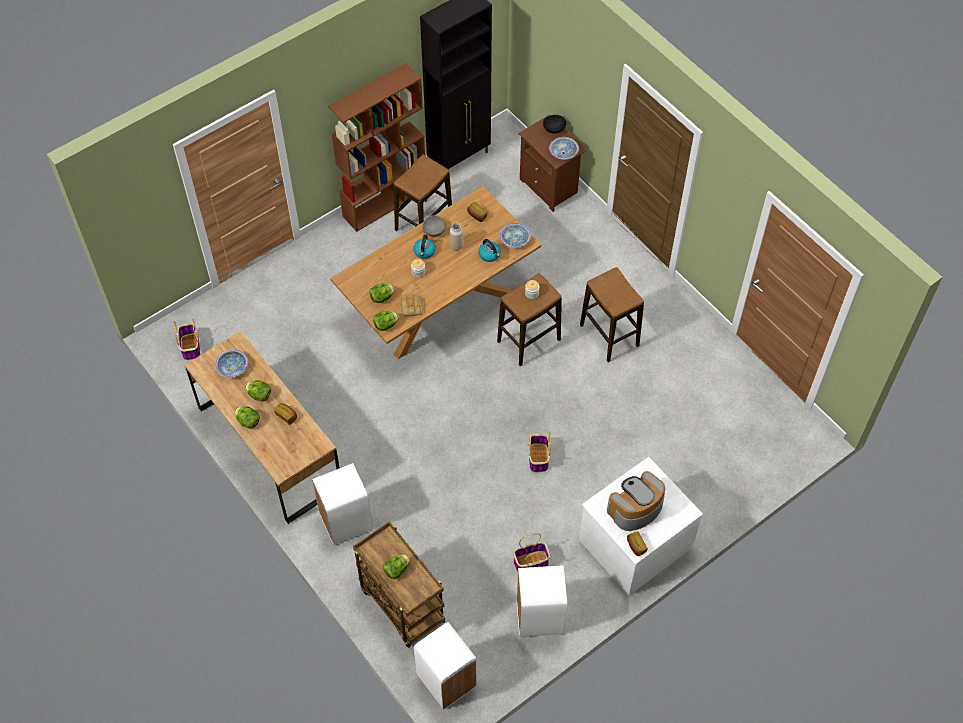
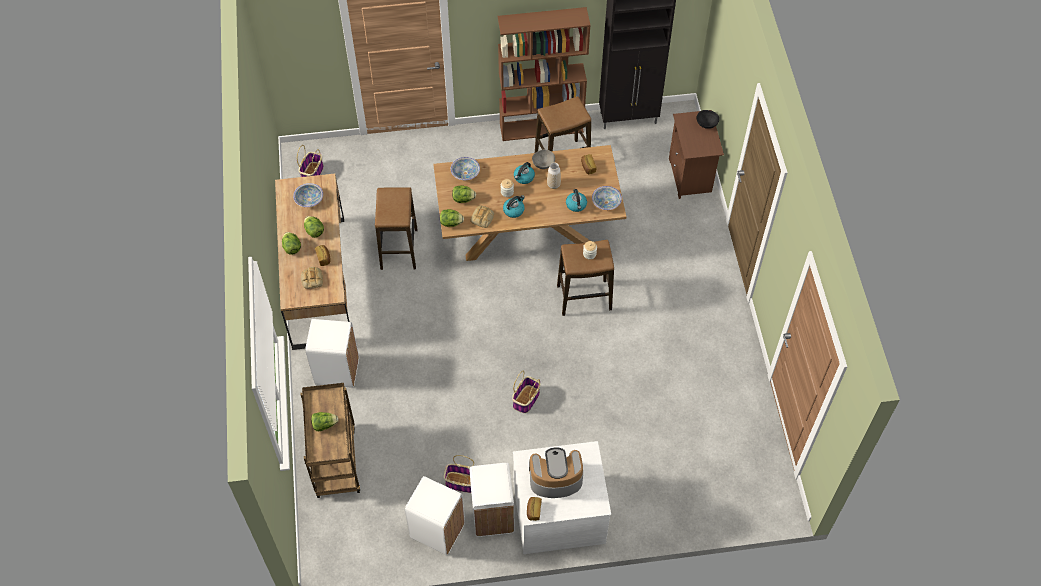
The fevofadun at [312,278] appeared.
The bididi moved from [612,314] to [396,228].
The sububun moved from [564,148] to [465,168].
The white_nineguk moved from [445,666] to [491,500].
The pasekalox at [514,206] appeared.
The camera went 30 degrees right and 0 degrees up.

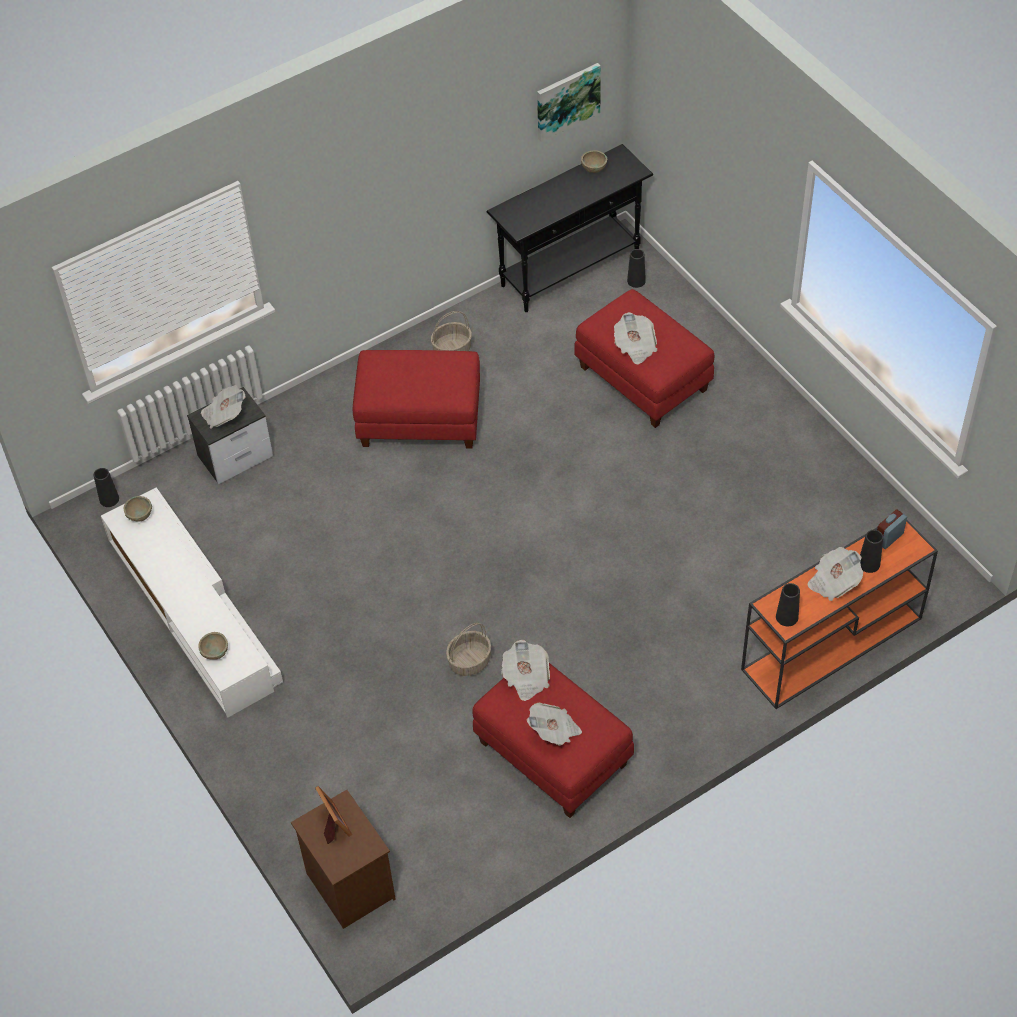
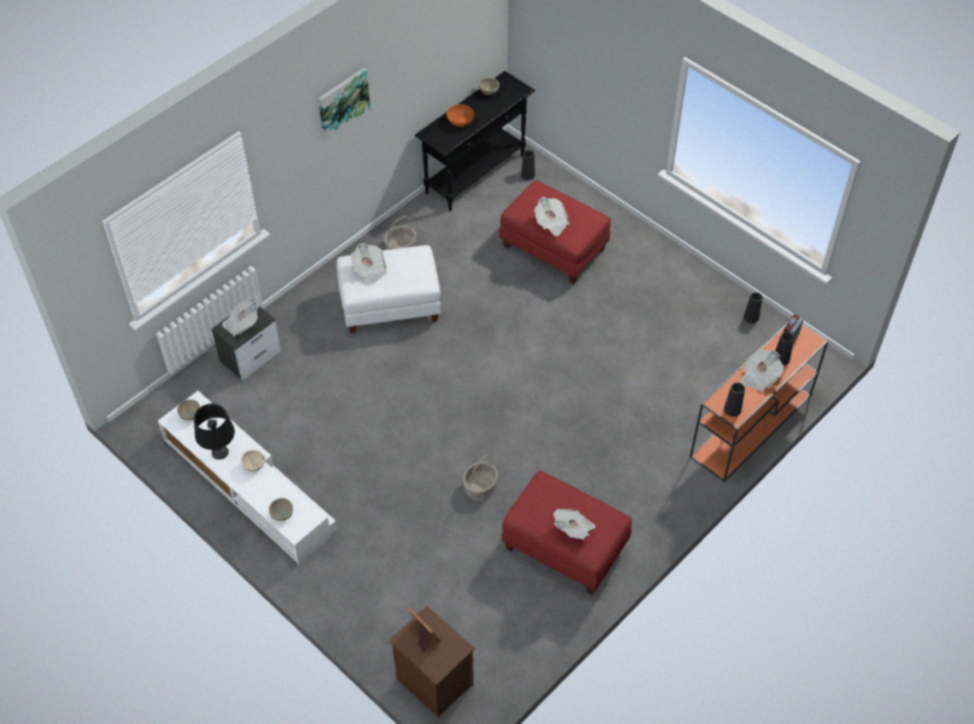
The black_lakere at [214,431] appeared.
The beige_sububun at [253,461] appeared.
The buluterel moved from [569,102] to [344,103].
The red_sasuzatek at [416,399] became the white_sasuzatek at [388,289].
The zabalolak moved from [525,670] to [369,264].
The orange_sububun at [460,115] appeared.
The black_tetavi moved from [106,487] to [753,307].
The camera went 15 degrees left and 0 degrees up.

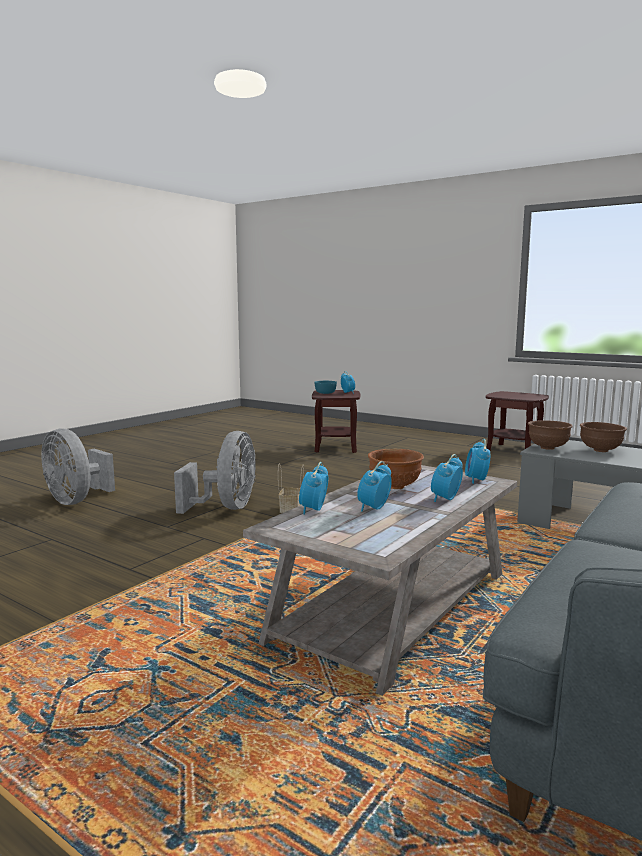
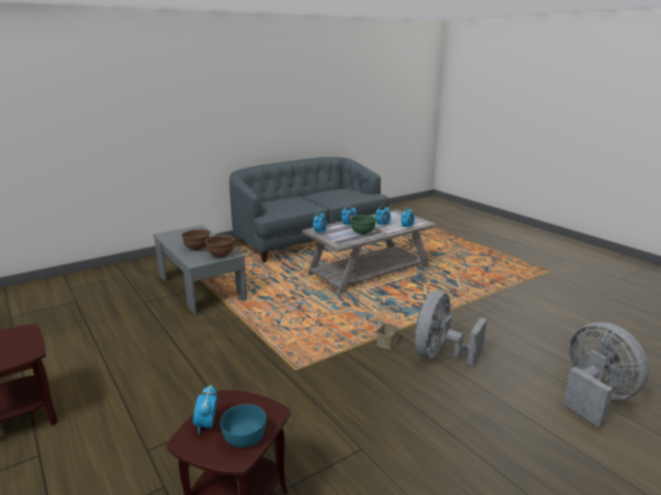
The brown_sububun at [396,469] became the green_sububun at [363,225].
The camera went 160 degrees left and 10 degrees up.

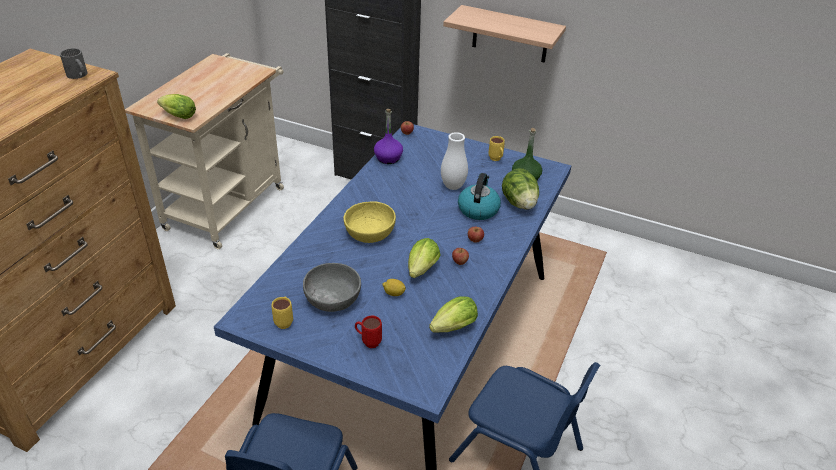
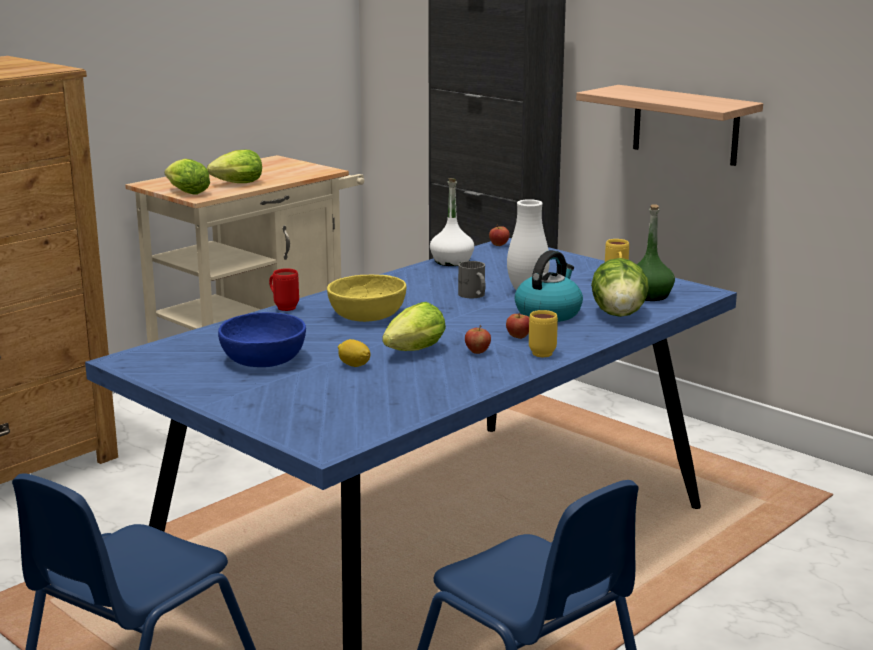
The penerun moved from [453,314] to [234,166].
The grey_sububun at [332,287] became the blue_sububun at [262,339].
The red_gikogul moved from [368,332] to [284,289].
The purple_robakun at [388,136] became the white_robakun at [452,222].
The grey_gikogul moved from [74,63] to [472,279].
The yellow_gikogul moved from [282,313] to [543,334].
The camera went 20 degrees right and 20 degrees down.

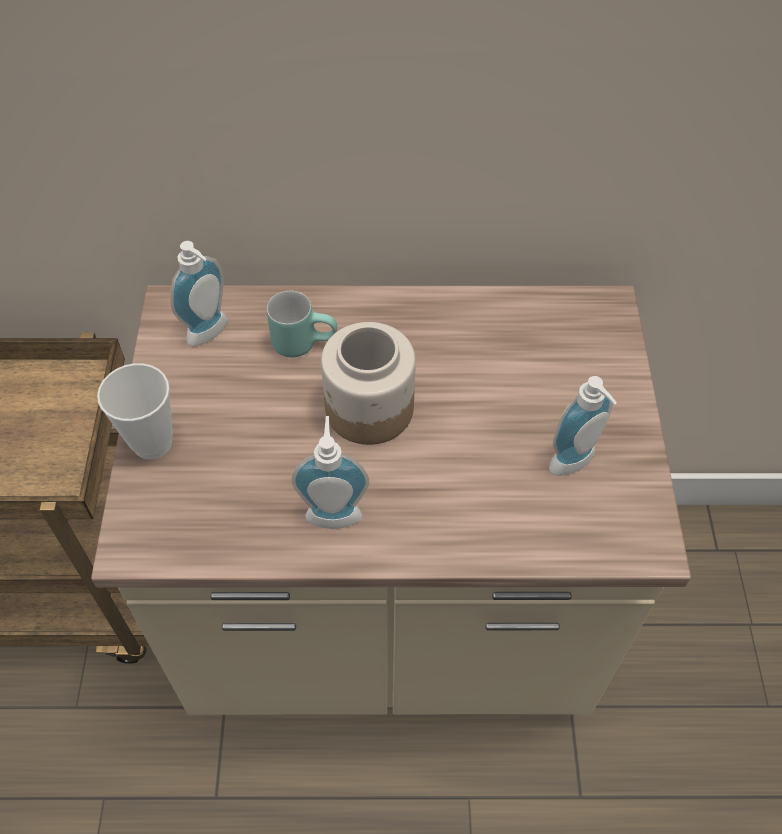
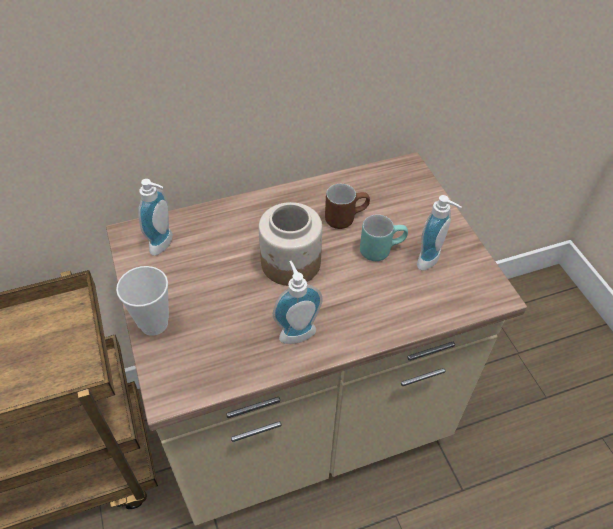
The brown_gikogul at [347,206] appeared.
The turquoise_gikogul moved from [302,324] to [384,237].
The camera went 20 degrees left and 5 degrees down.

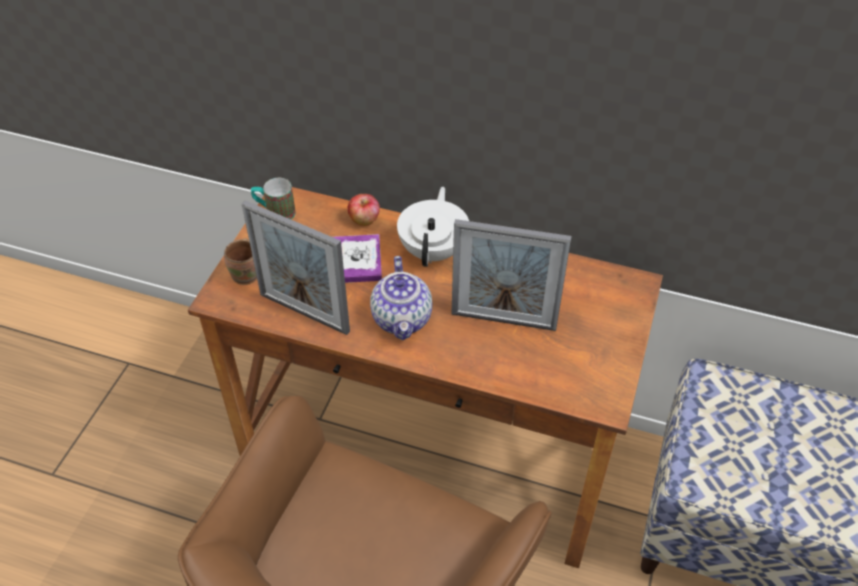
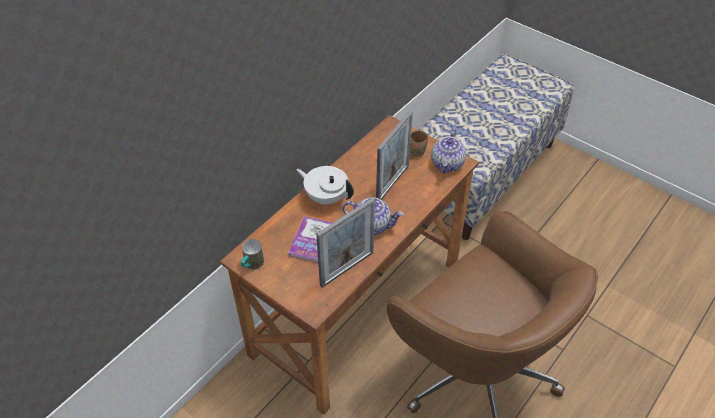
The brown_gikogul moved from [240,261] to [419,143].
The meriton at [448,151] appeared.
The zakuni at [364,210] disappeared.
The camera went 70 degrees left and 0 degrees up.

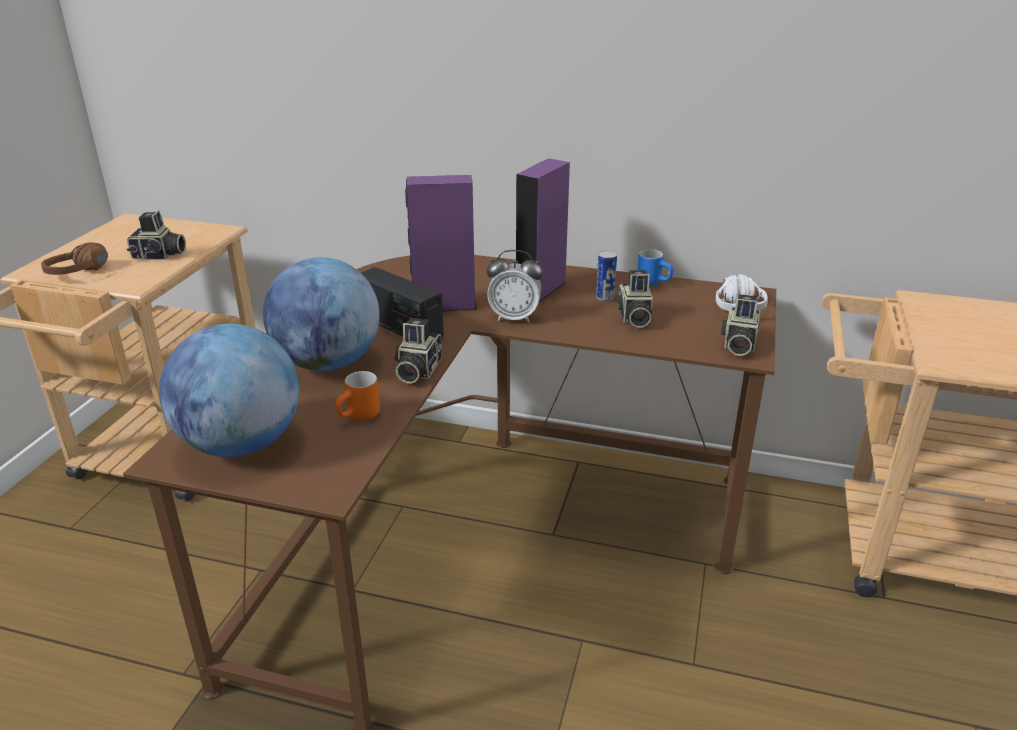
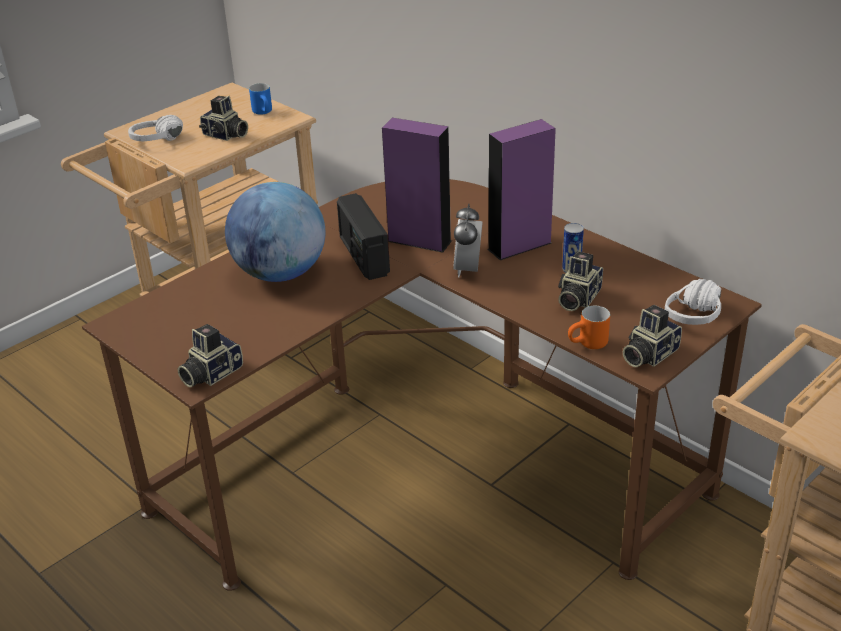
The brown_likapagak at [74,258] became the white_likapagak at [155,128].
The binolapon moved from [418,351] to [210,355].
The blue_gikogul moved from [655,267] to [260,99].
The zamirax at [515,286] turned 60 degrees clockwise.
The orange_gikogul moved from [357,395] to [589,327].
The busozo at [229,390] disappeared.
The camera went 30 degrees right and 5 degrees up.

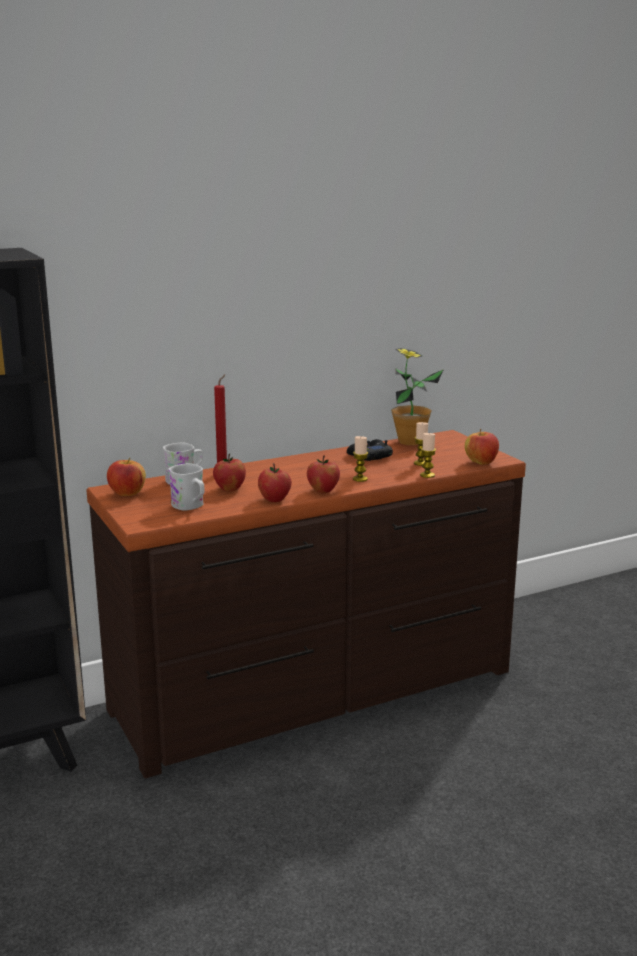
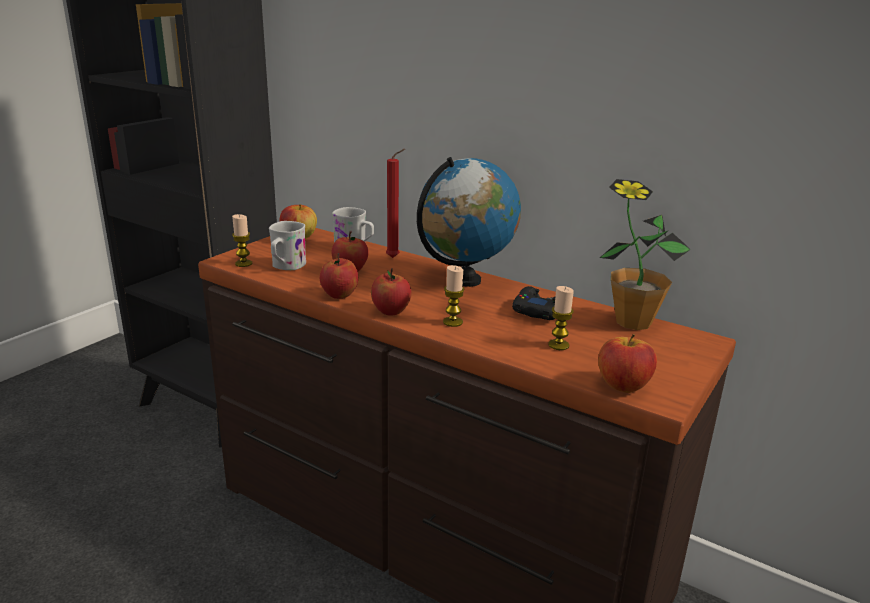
The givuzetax moved from [428,455] to [242,240].
The busozo at [469,222] appeared.
The camera went 60 degrees right and 5 degrees up.

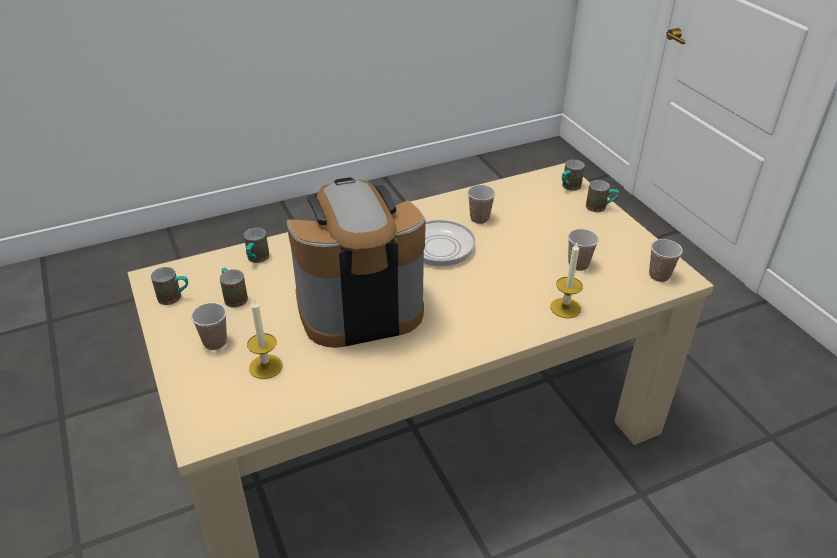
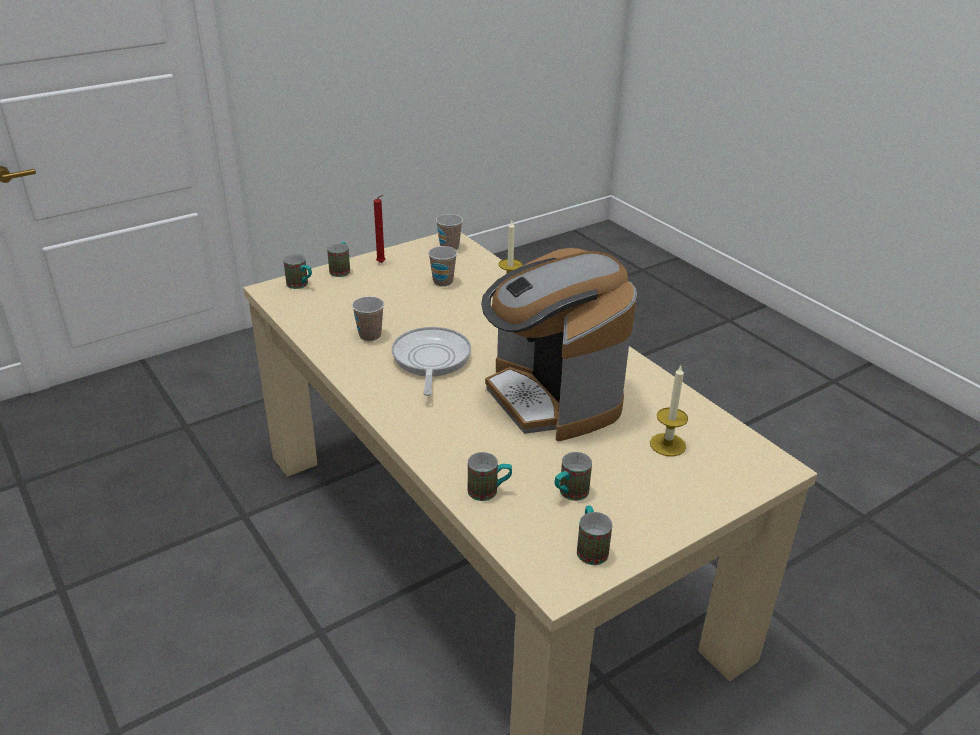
The red_givuzetax at [379,229] appeared.
The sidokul at [209,326] disappeared.
The camera went 100 degrees left and 5 degrees down.

